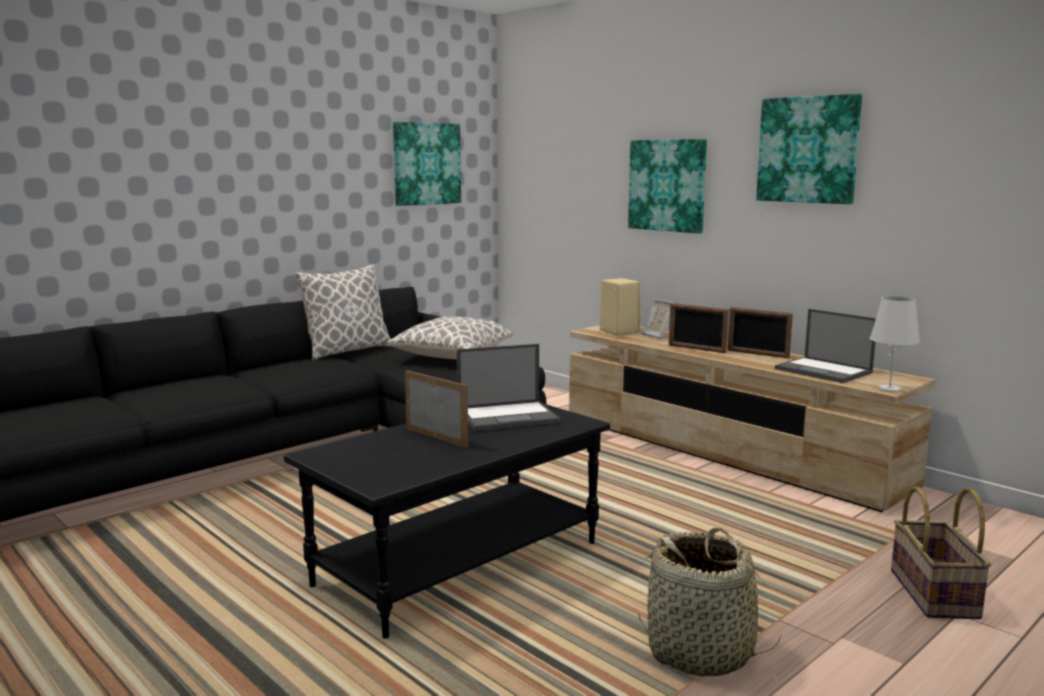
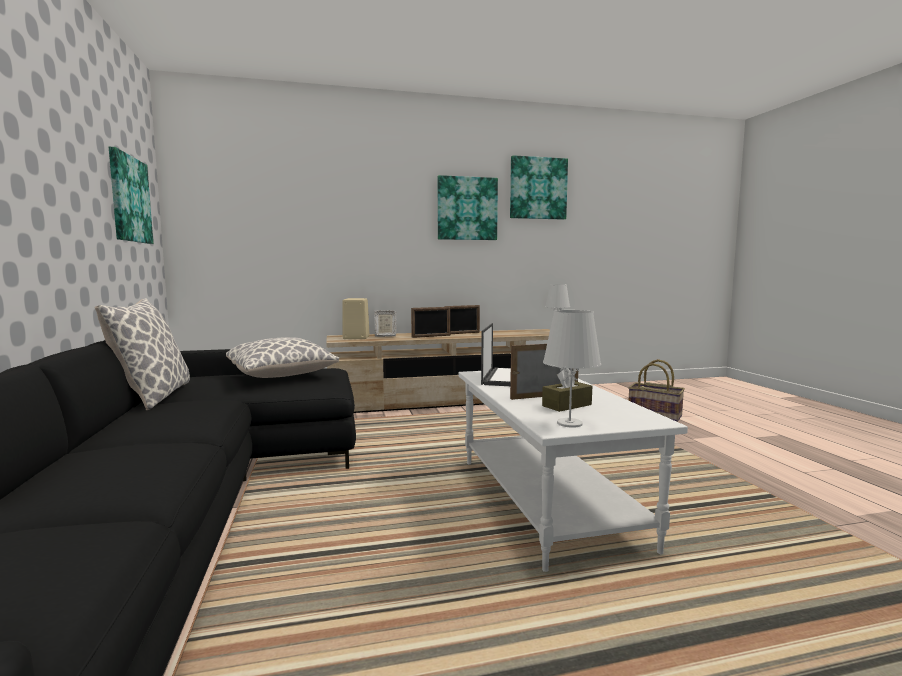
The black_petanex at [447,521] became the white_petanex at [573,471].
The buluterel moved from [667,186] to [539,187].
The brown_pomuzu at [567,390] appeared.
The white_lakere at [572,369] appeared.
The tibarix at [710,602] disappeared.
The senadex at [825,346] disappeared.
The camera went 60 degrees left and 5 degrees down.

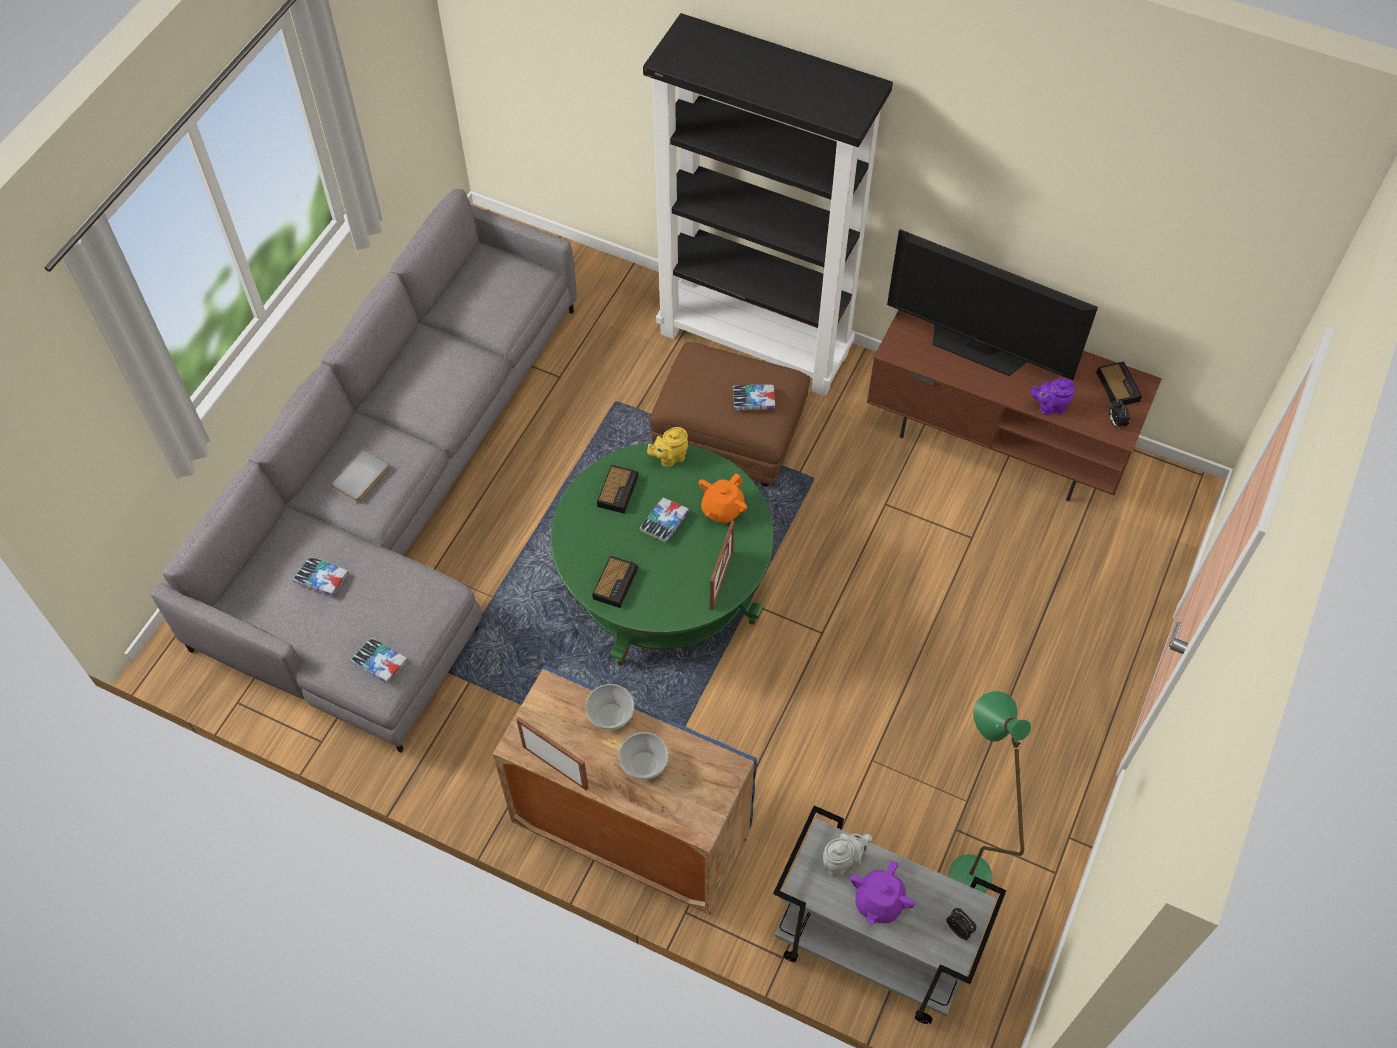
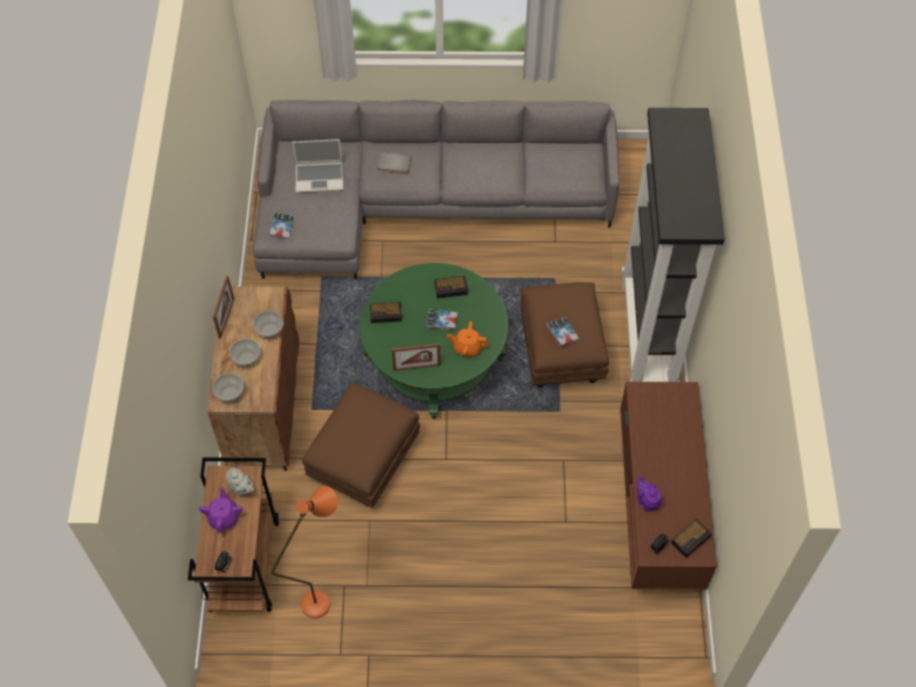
The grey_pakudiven at [889,915] became the brown_pakudiven at [233,534].
The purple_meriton at [882,892] turned 90 degrees clockwise.
The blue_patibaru at [625,789] became the brown_patibaru at [253,378].
The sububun at [228,387] appeared.
The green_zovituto at [990,792] became the orange_zovituto at [305,552].
The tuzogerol at [320,576] was replaced by the senadex at [317,166].
The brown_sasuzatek at [361,445] appeared.
The yellow_meriton at [667,447] disappeared.
The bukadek at [992,304] disappeared.
The camera went 65 degrees right and 0 degrees up.

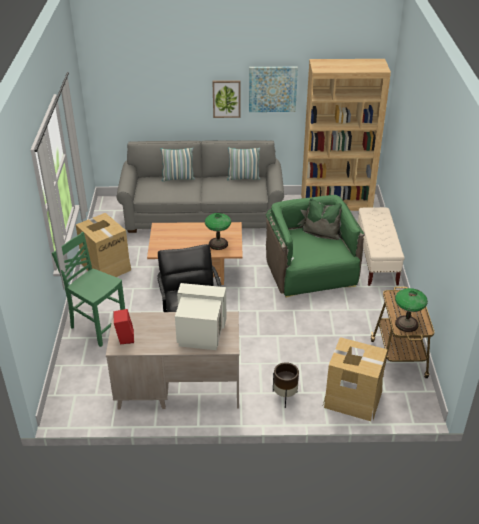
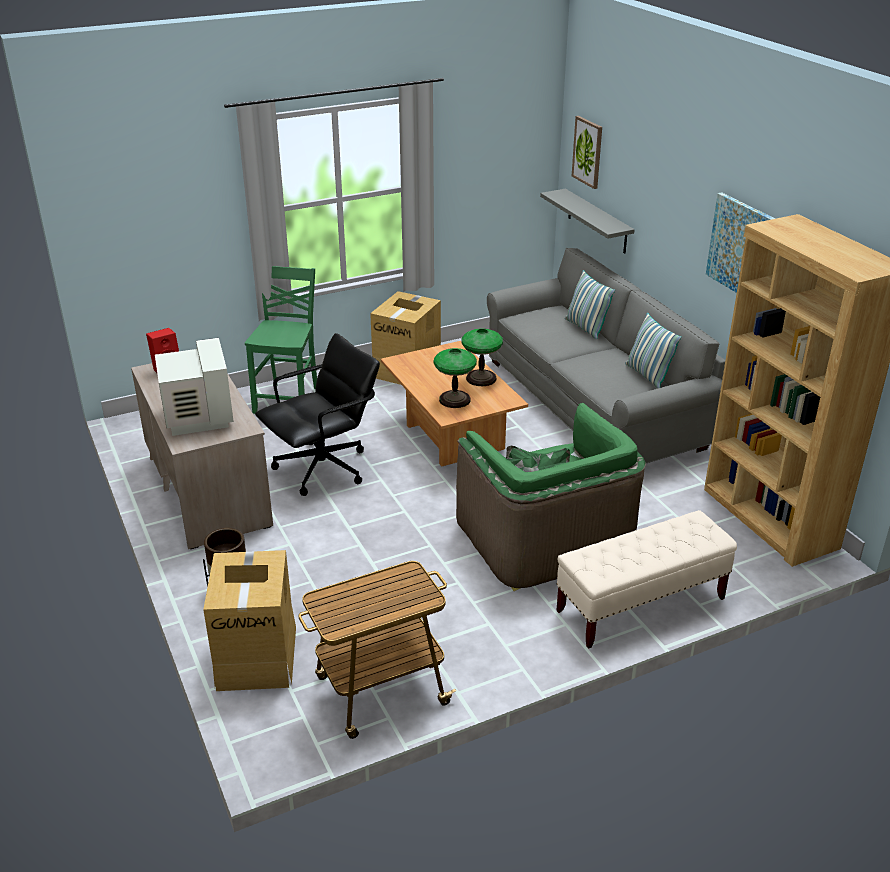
The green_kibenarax at [315,246] turned 105 degrees clockwise.
The lakere moved from [411,310] to [482,357].
The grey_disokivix at [587,221] appeared.
The buluterel moved from [226,99] to [587,152].
The camera went 65 degrees right and 5 degrees down.

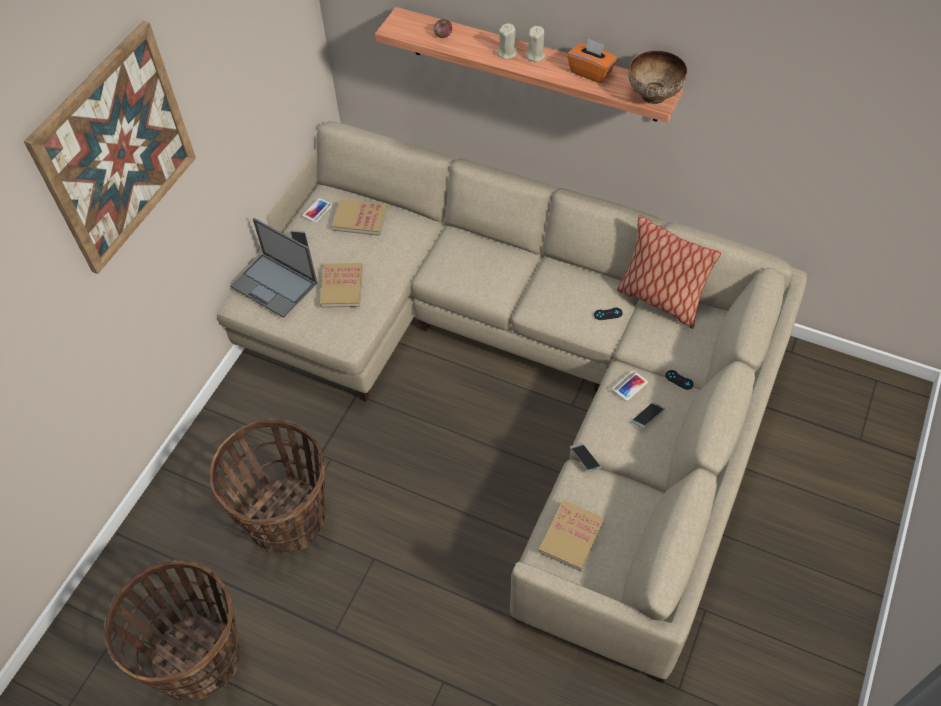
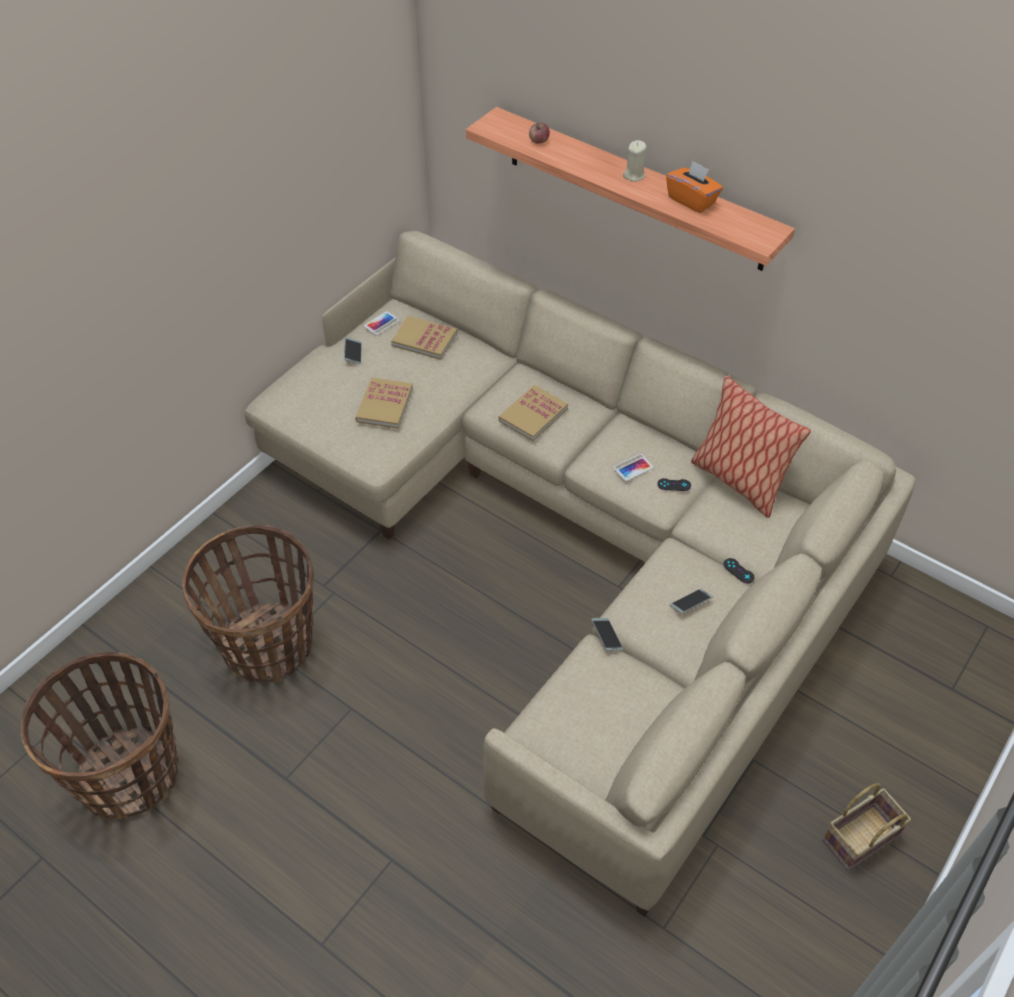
The tuzogerol moved from [571,536] to [533,413].
The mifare moved from [630,385] to [633,467].
The tibarix at [867,827] appeared.
The buluterel at [110,147] disappeared.
The senadex at [273,268] disappeared.
The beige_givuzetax at [507,41] disappeared.
The sububun at [657,77] disappeared.
The camera went 10 degrees right and 5 degrees down.

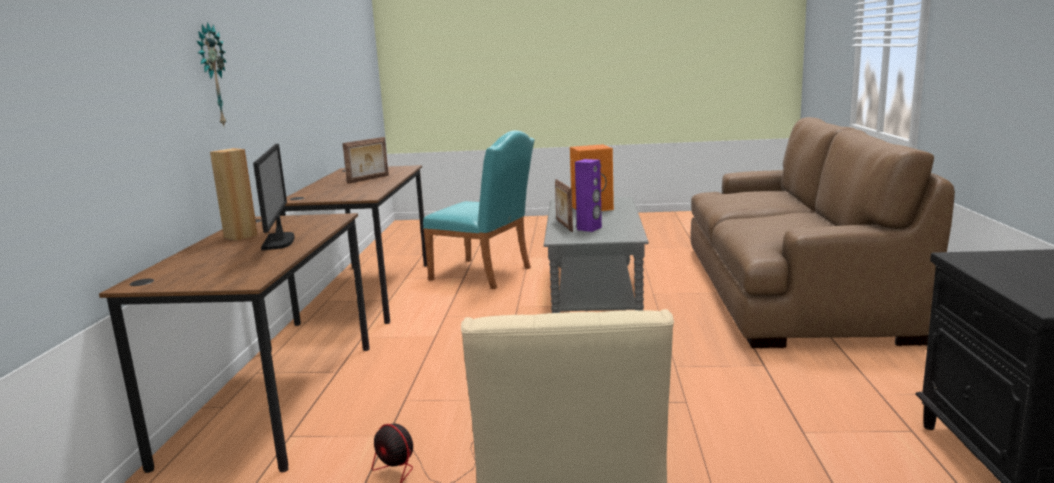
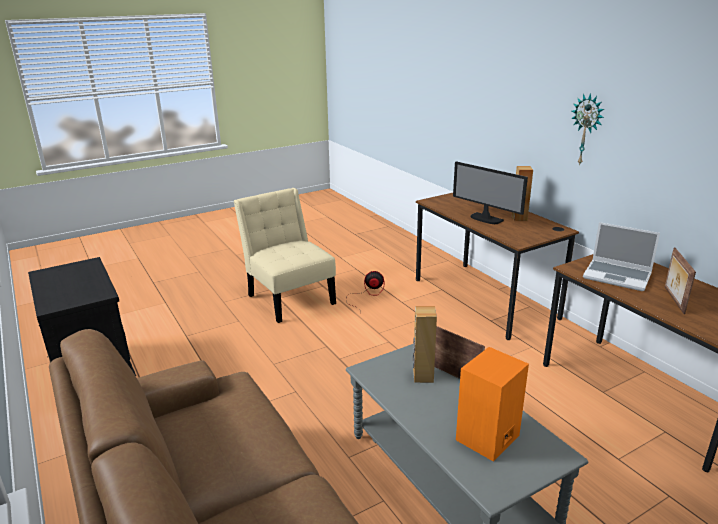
The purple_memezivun at [588,195] became the brown_memezivun at [425,344].
The senadex at [621,256] appeared.
The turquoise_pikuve at [479,209] disappeared.
The camera went 145 degrees right and 10 degrees up.

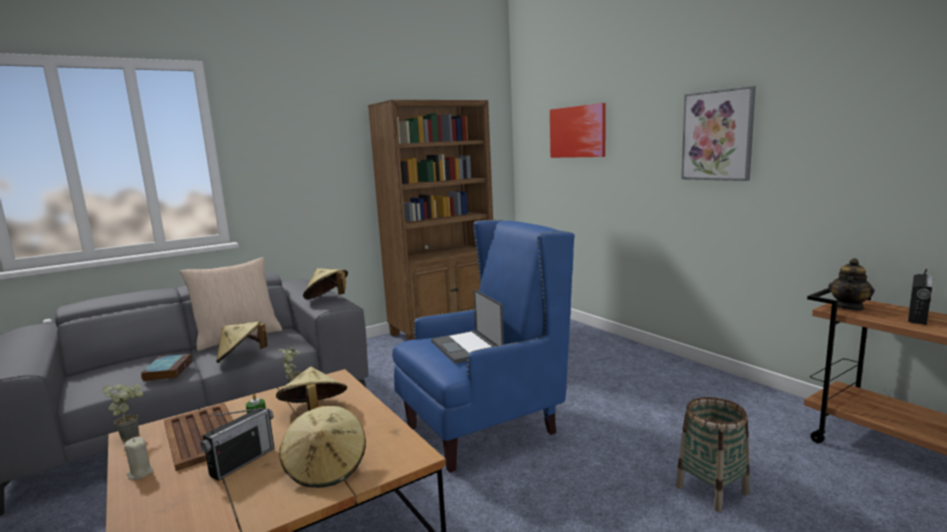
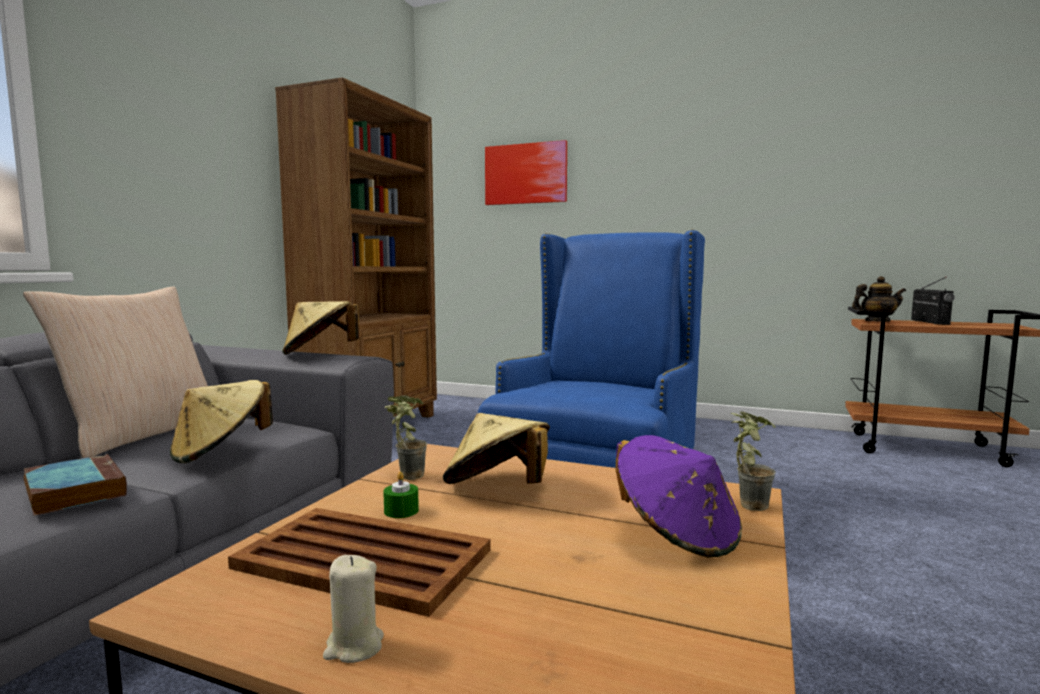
The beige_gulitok at [322,447] became the purple_gulitok at [679,496].
The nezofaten moved from [123,413] to [753,461].
The meriton at [851,284] turned 90 degrees counterclockwise.
The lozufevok at [237,444] disappeared.
The senadex at [467,326] disappeared.
The tibarix at [713,454] disappeared.
The buluterel at [719,133] disappeared.
The camera went 35 degrees left and 5 degrees down.

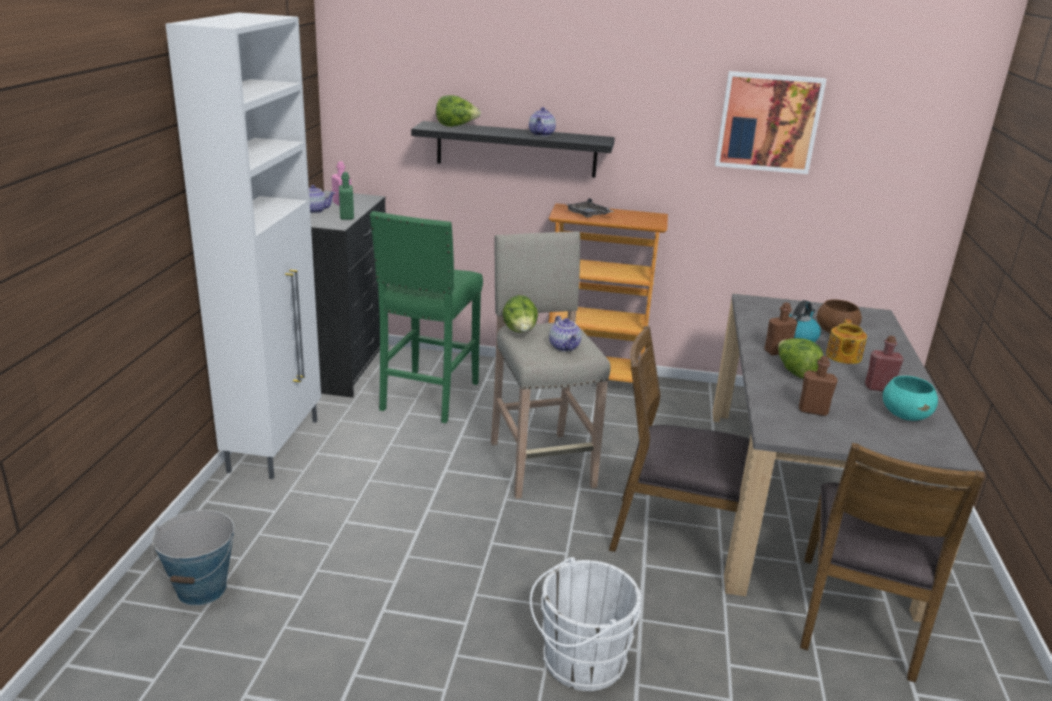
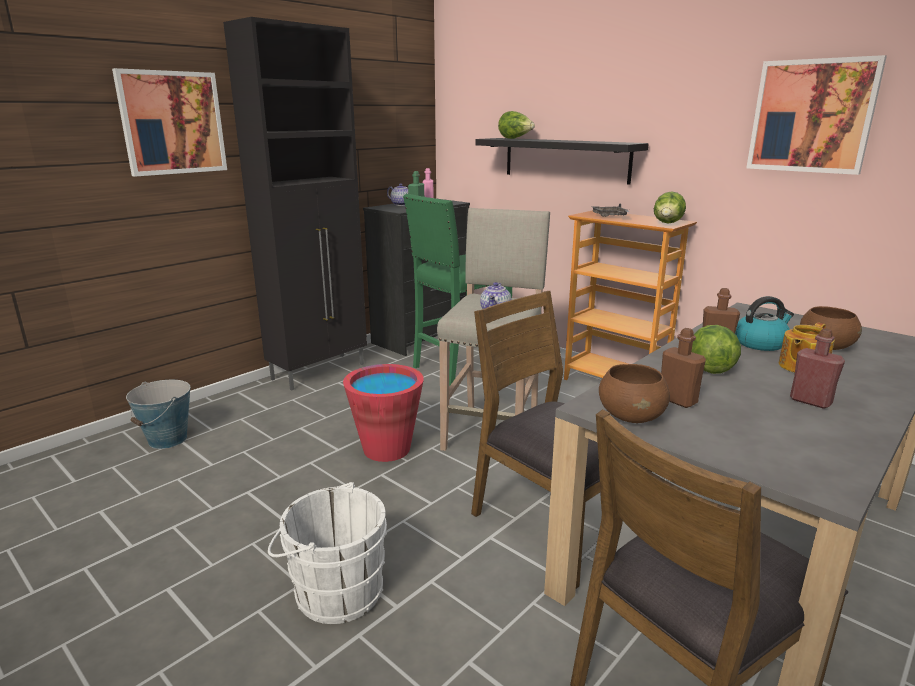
The buluterel at [169,122] appeared.
The white_patibaru at [243,245] became the black_patibaru at [295,203].
The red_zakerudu at [383,413] appeared.
The brown_sububun at [634,393] appeared.
The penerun moved from [520,314] to [670,207].
The meriton at [542,122] disappeared.
The turquoise_sububun at [910,398] disappeared.
The camera went 35 degrees right and 5 degrees down.

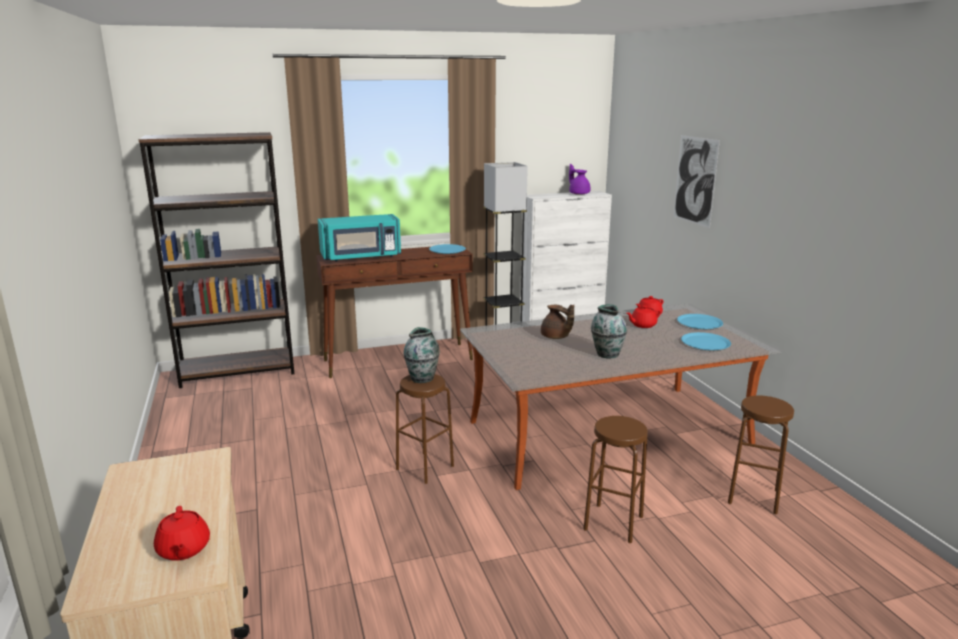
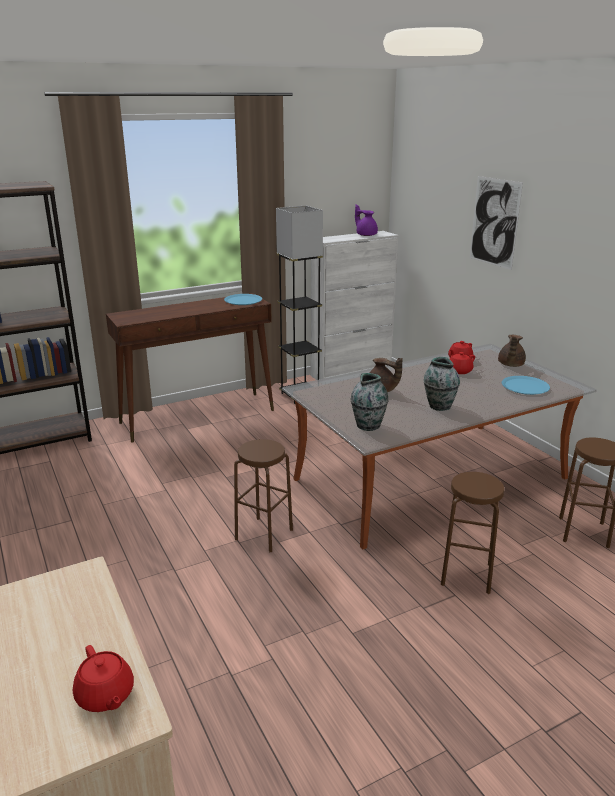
The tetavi moved from [421,355] to [369,402].
The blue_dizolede at [700,321] was replaced by the brown_meriton at [512,351].
The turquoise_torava at [359,237] disappeared.
The camera went 10 degrees left and 5 degrees up.

